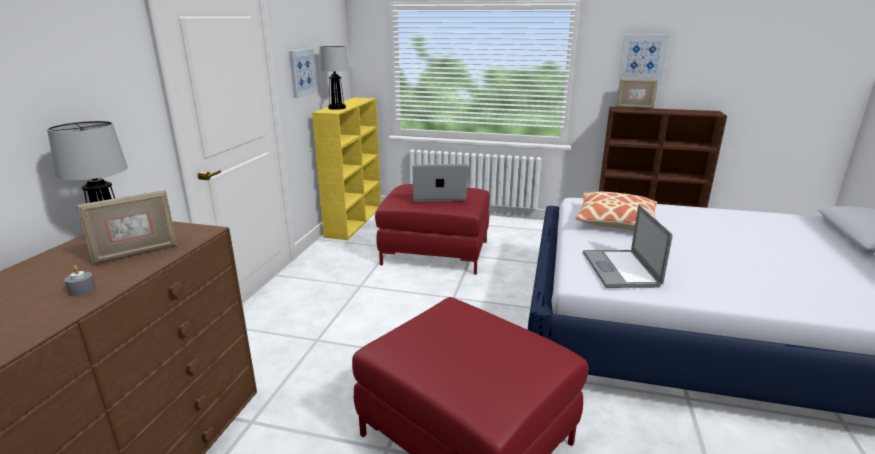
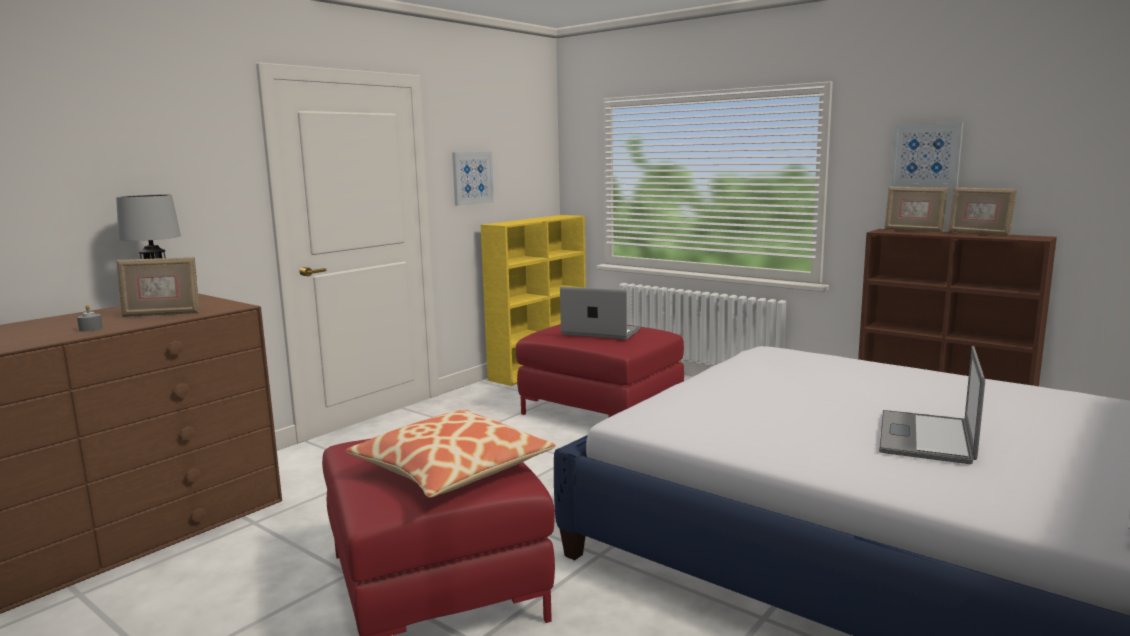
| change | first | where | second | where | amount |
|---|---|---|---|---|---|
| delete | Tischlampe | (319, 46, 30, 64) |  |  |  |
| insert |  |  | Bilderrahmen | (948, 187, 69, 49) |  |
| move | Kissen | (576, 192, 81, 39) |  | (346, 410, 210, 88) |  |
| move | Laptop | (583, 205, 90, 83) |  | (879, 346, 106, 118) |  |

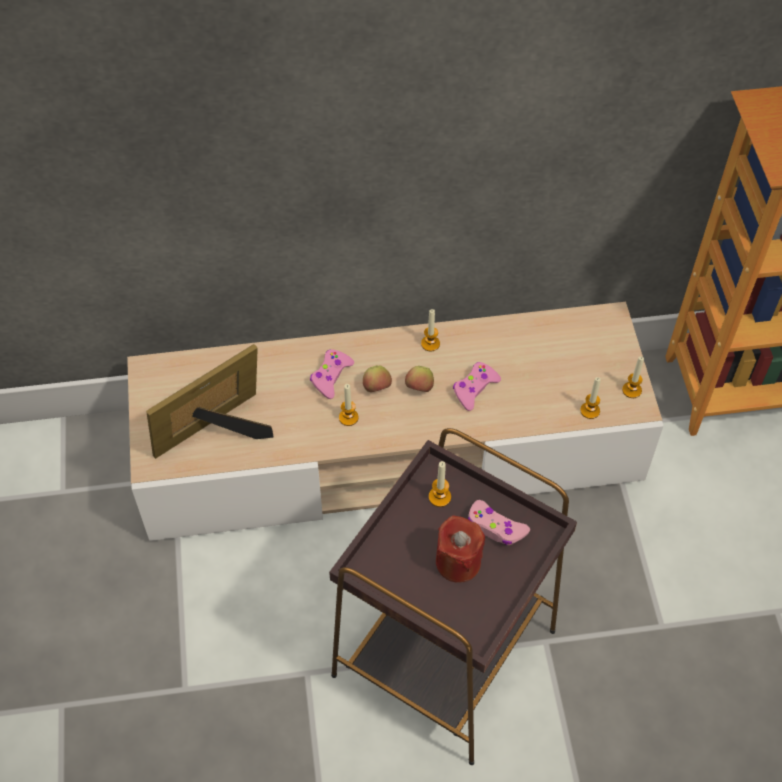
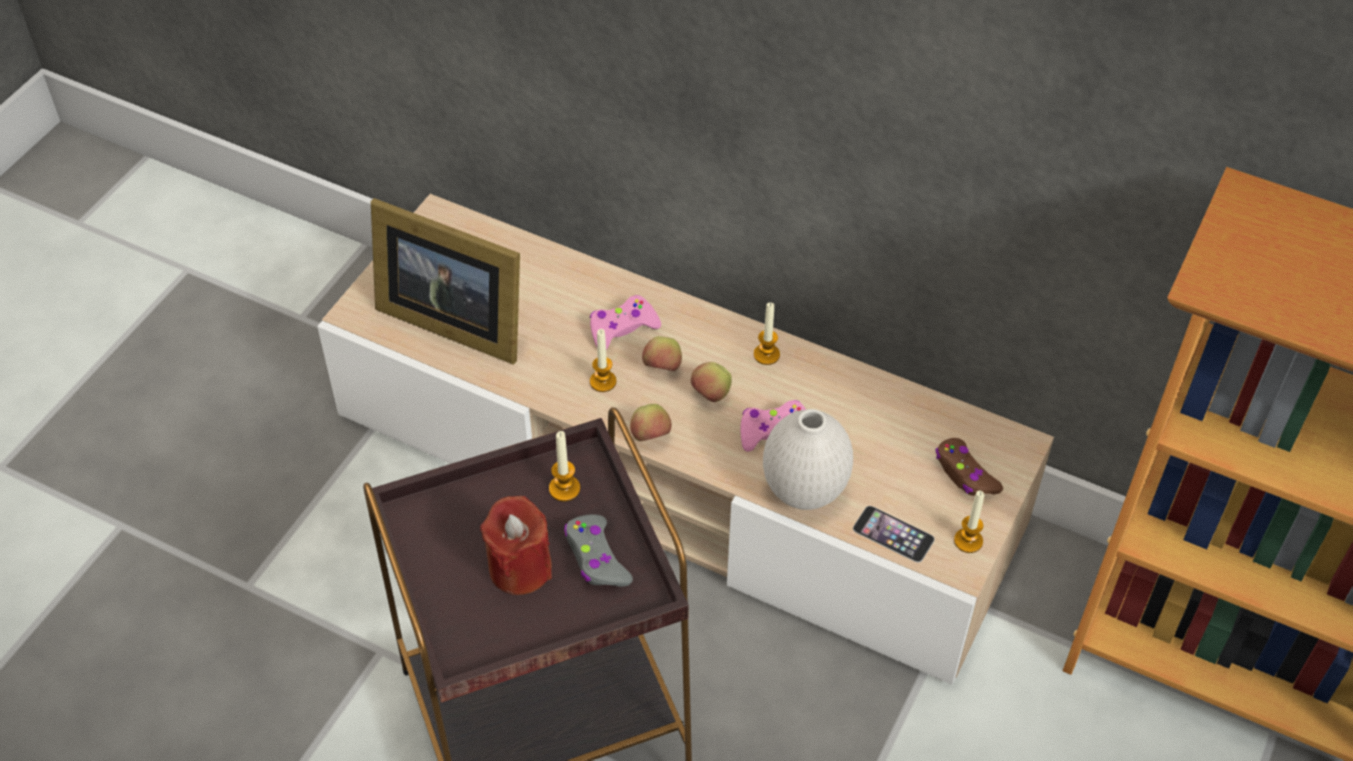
| change | first | where | second | where | amount |
|---|---|---|---|---|---|
| insert |  |  | Apfel | (630, 404, 42, 37) |  |
| insert |  |  | Vase/weiß | (763, 409, 90, 101) |  |
| insert |  |  | Gamepad/braun | (936, 438, 67, 58) |  |
| replace | Kerze | (580, 377, 21, 42) | Handy | (853, 506, 82, 57) |  |
| recolor | Gamepad/rosa | (468, 500, 62, 45) | Gamepad/grau | (564, 514, 69, 73) |  |
| rotate | Bilderrahmen | (146, 344, 128, 115) |  | (371, 198, 149, 166) | 150 degrees counterclockwise |

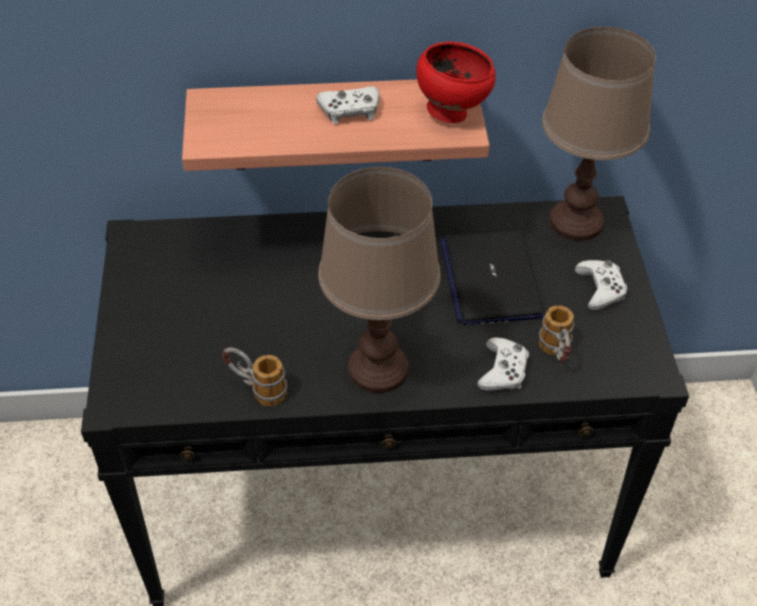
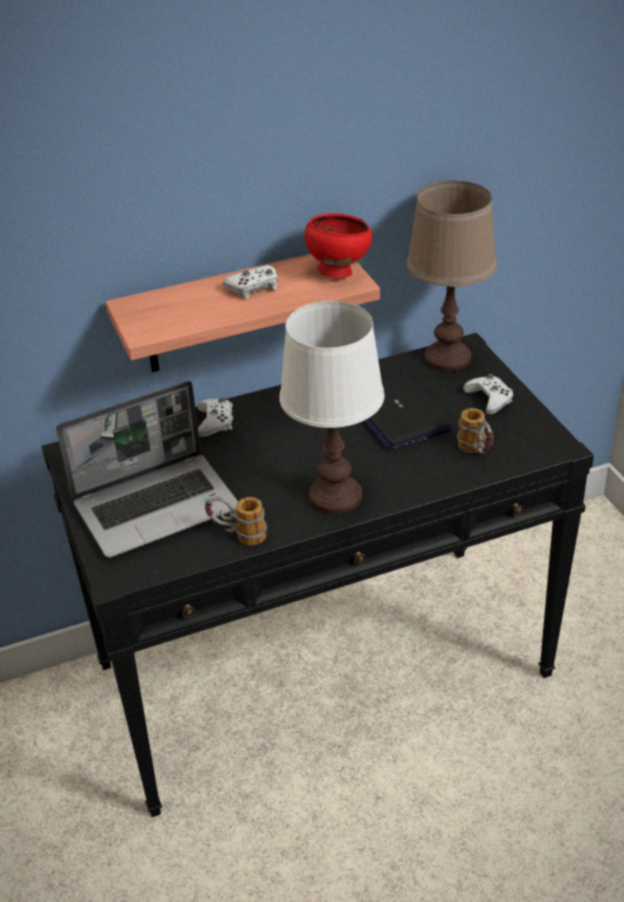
| change | first | where | second | where | amount |
|---|---|---|---|---|---|
| insert |  |  | Laptop | (56, 381, 182, 177) |  |
| move | Gamepad/weiß | (477, 337, 52, 54) |  | (197, 397, 36, 40) |  |
| recolor | Tischlampe/braun | (318, 167, 123, 226) | Tischlampe/weiß | (279, 301, 105, 213) |  |

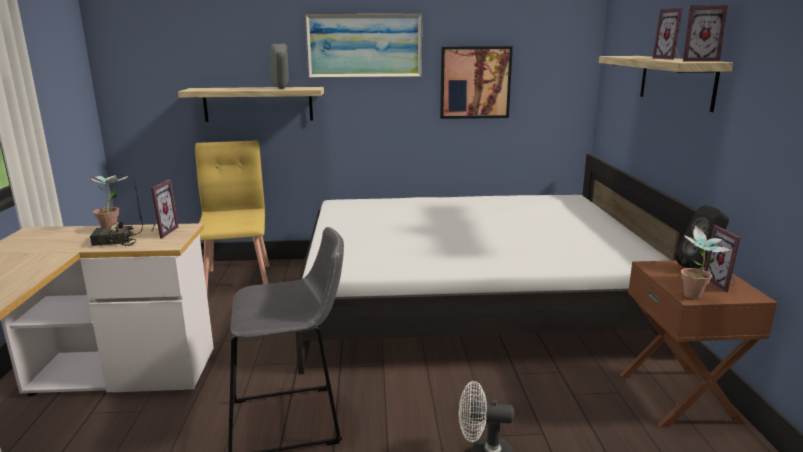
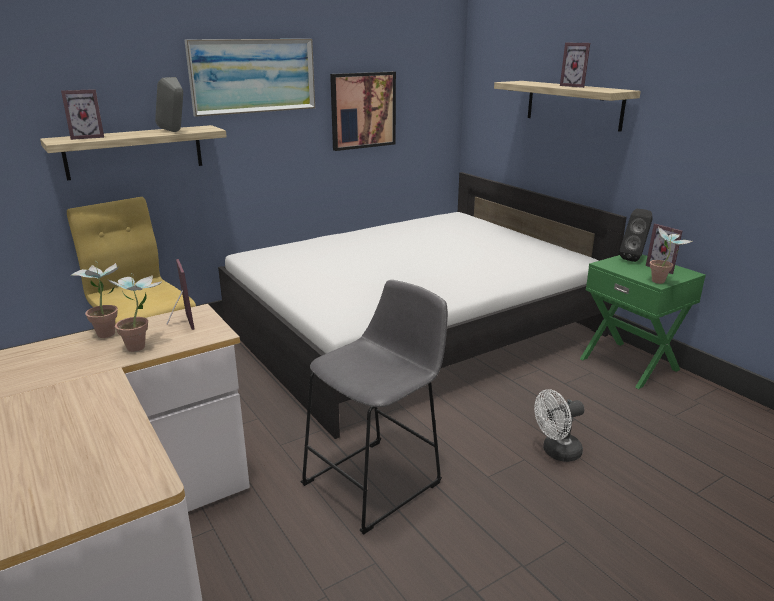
| change | first | where | second | where | amount |
|---|---|---|---|---|---|
| move | Bilderrahmen | (683, 5, 45, 57) |  | (61, 89, 43, 51) |  |
| replace | Radio | (90, 180, 53, 66) | Topfpflanze | (108, 273, 54, 79) |  |
| recolor | Nachttisch/braun | (620, 260, 157, 168) | Nachttisch/grün | (580, 254, 126, 135) |  |

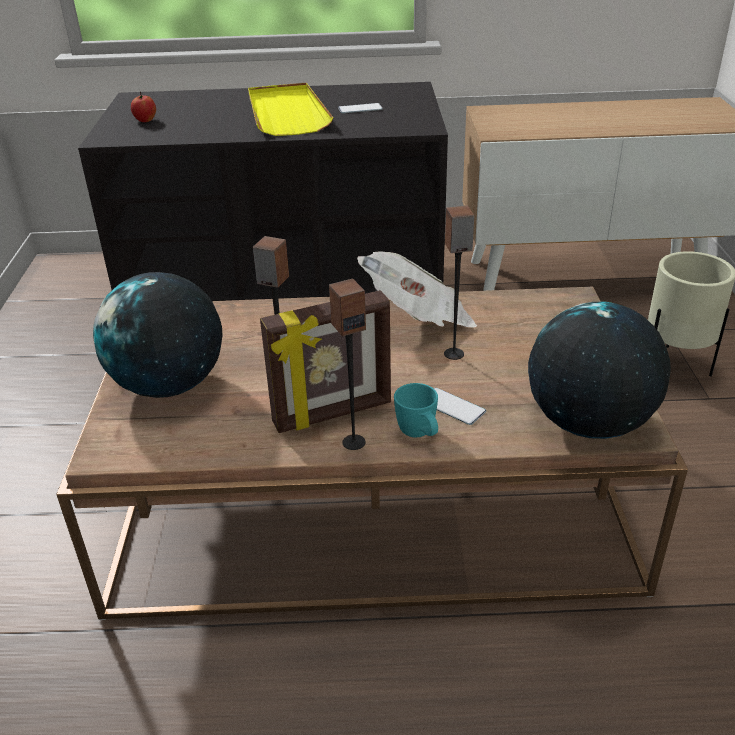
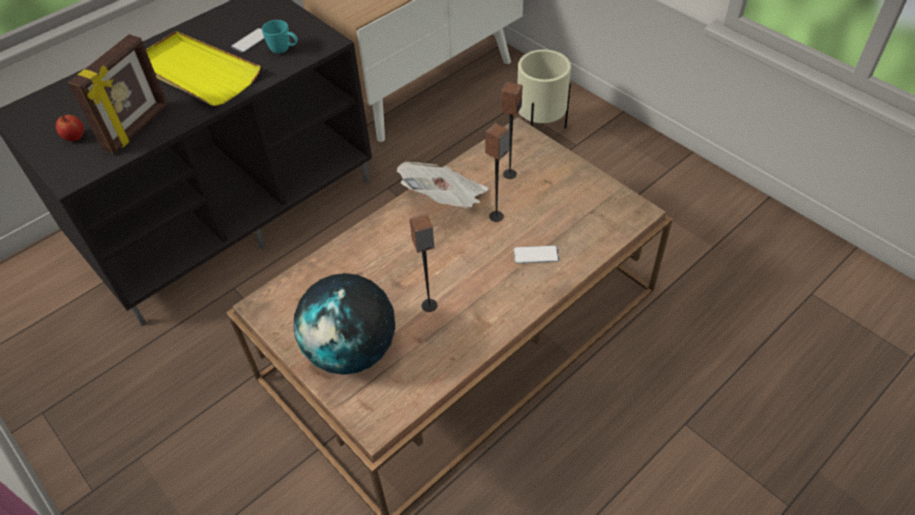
| change | first | where | second | where | amount |
|---|---|---|---|---|---|
| delete | Globus | (528, 302, 143, 137) |  |  |  |
| move | Bilderrahmen | (260, 290, 131, 143) |  | (68, 34, 100, 120) |  |
| move | Lautsprecher | (329, 278, 37, 172) |  | (501, 82, 21, 97) |  |
| move | Henkelbecher/türkis | (394, 383, 44, 54) |  | (262, 20, 36, 33) |  |

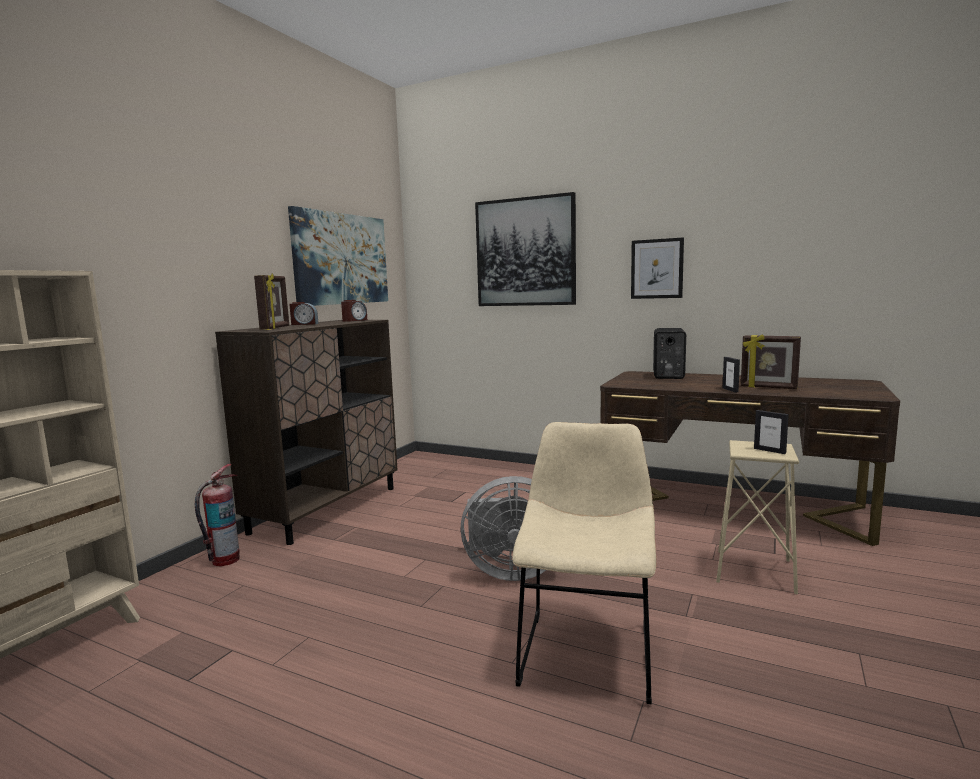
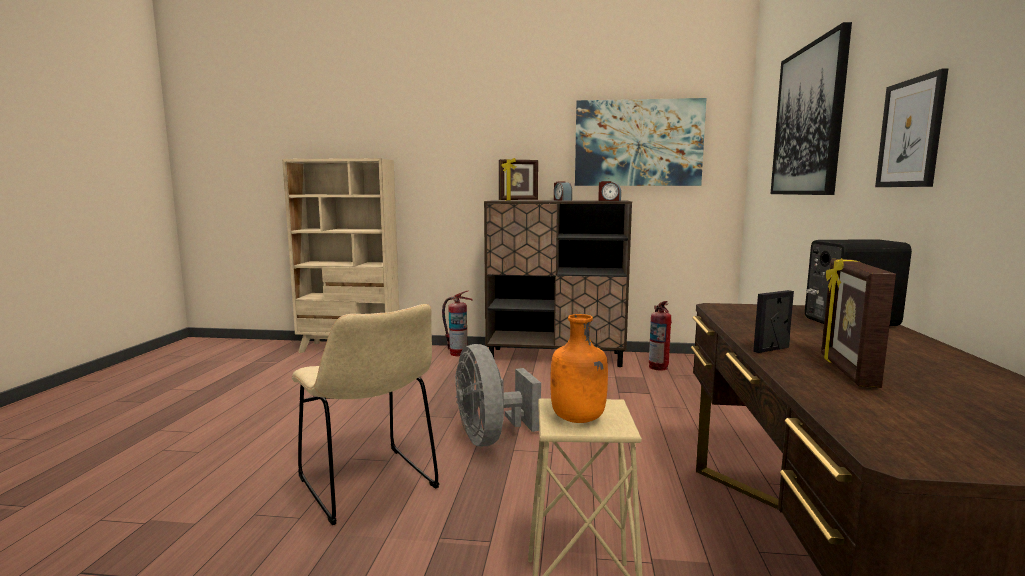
| change | first | where | second | where | amount |
|---|---|---|---|---|---|
| insert |  |  | Feuerlöscher | (649, 301, 23, 70) |  |
| replace | Bilderrahmen | (754, 410, 35, 44) | Flasche/orange | (550, 314, 58, 109) |  |
| rotate | Stuhl/beige | (512, 422, 145, 282) |  | (291, 304, 148, 221) | 60 degrees clockwise |

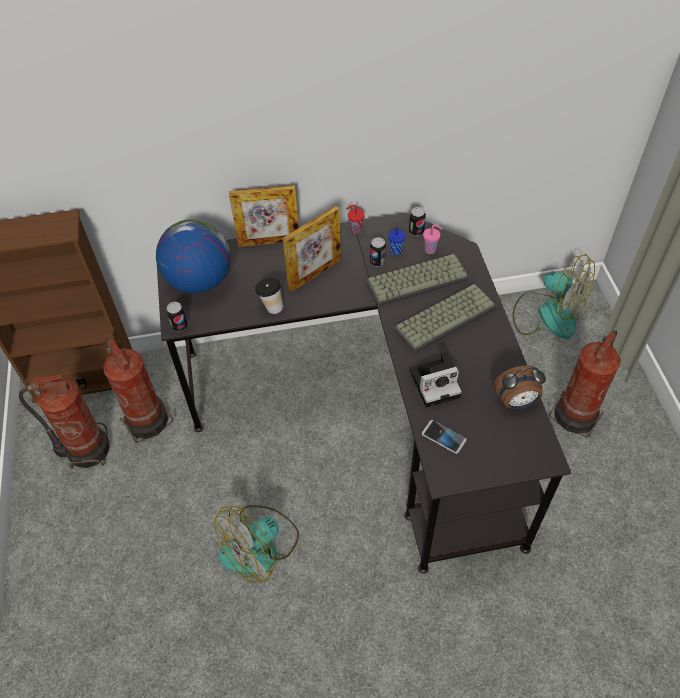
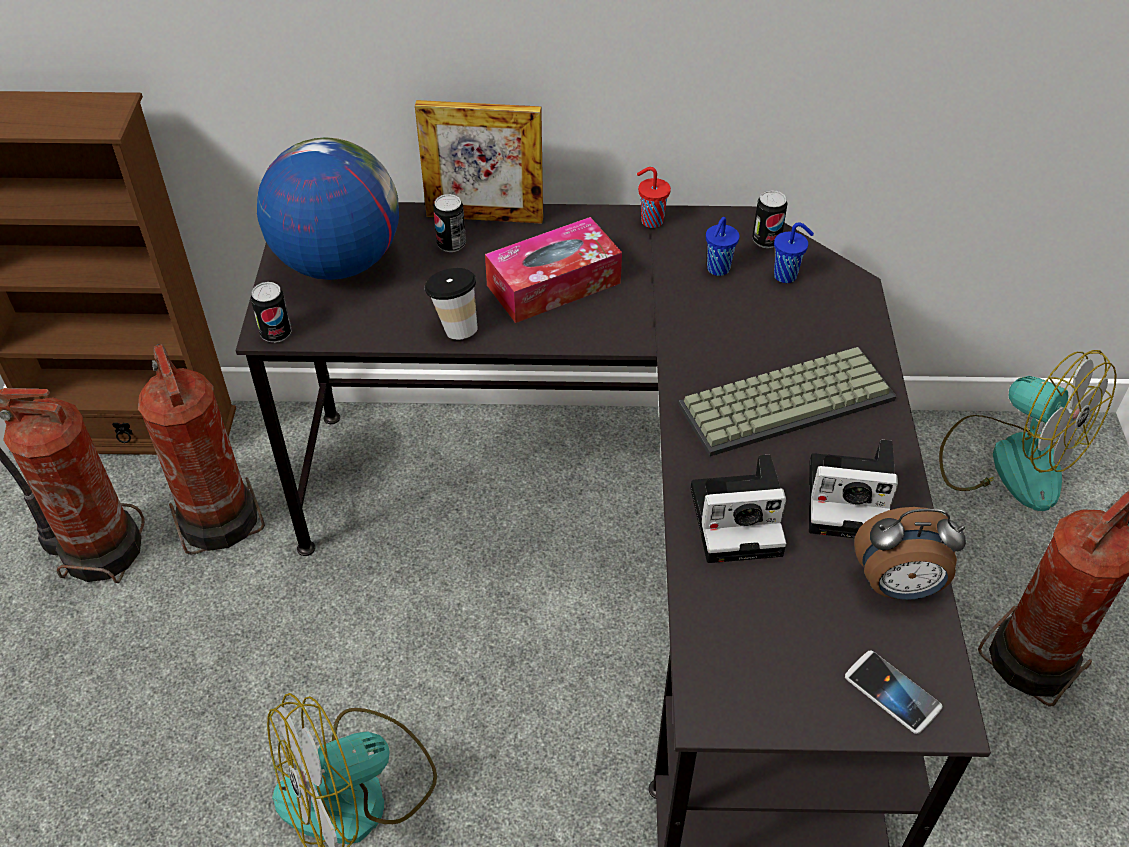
| change | first | where | second | where | amount |
|---|---|---|---|---|---|
| delete | Tastatur | (366, 254, 104, 53) |  |  |  |
| insert |  |  | Kamera | (809, 440, 89, 98) |  |
| move | Dose | (370, 237, 16, 30) |  | (433, 194, 33, 58) |  |
| move | Handy | (422, 420, 44, 34) |  | (845, 650, 98, 84) |  |
| replace | Bilderrahmen | (283, 206, 58, 86) | Taschentuchbox | (485, 217, 137, 106) |  |
| recolor | Tasse/rosa | (423, 225, 20, 29) | Tasse/blau | (774, 222, 40, 61) |  |

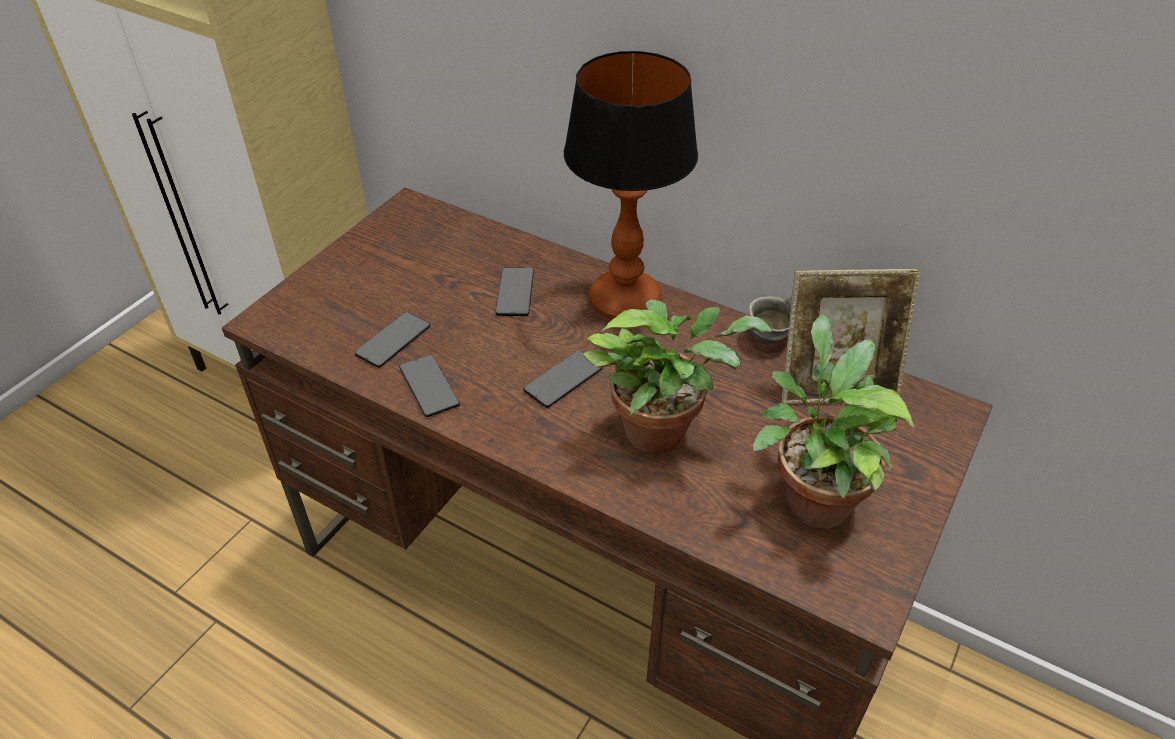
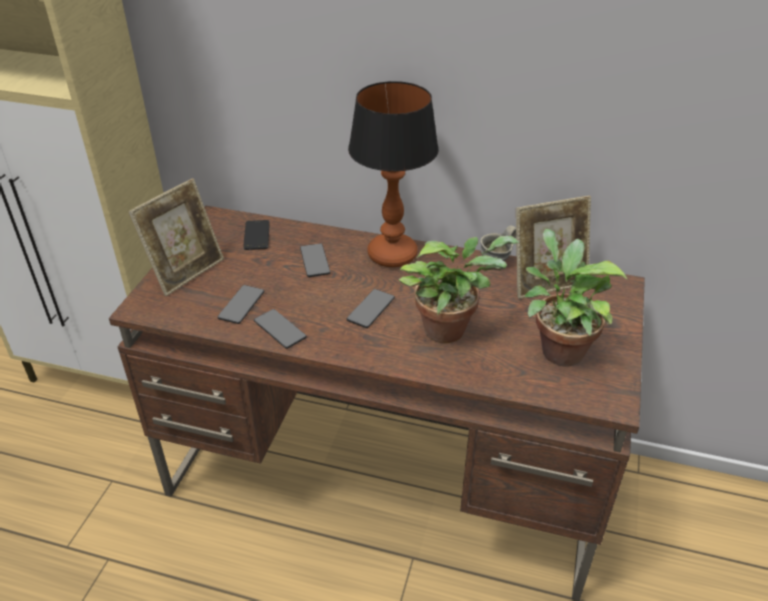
| change | first | where | second | where | amount |
|---|---|---|---|---|---|
| insert |  |  | Bilderrahmen | (128, 178, 96, 118) |  |
| insert |  |  | Handy | (243, 220, 27, 30) |  |

